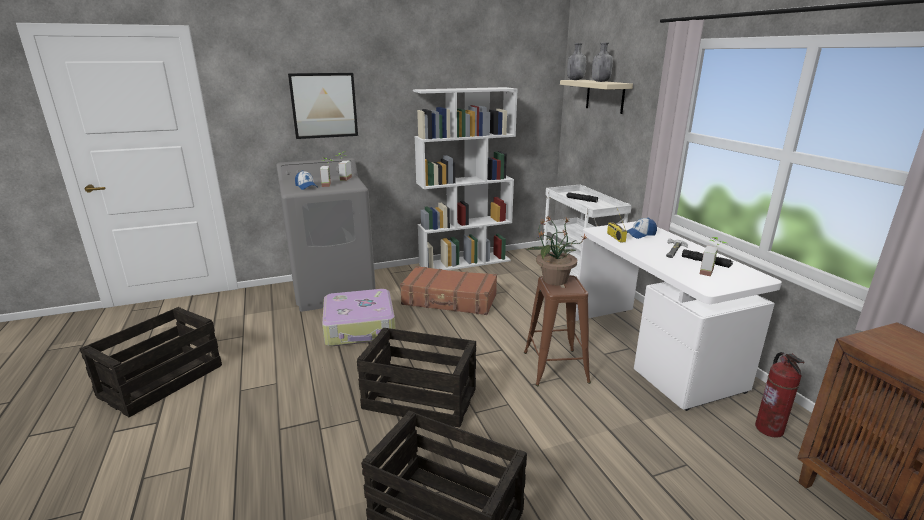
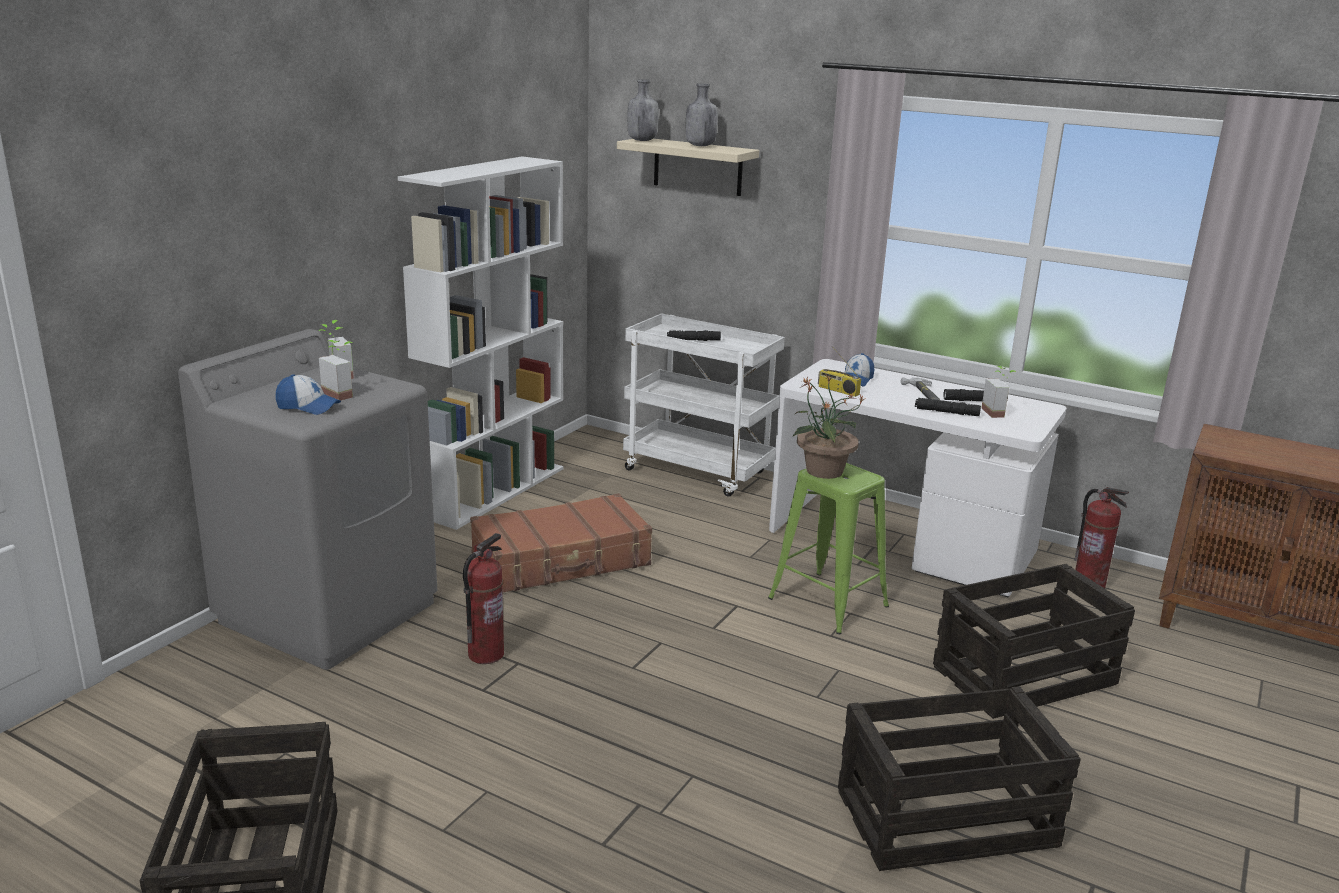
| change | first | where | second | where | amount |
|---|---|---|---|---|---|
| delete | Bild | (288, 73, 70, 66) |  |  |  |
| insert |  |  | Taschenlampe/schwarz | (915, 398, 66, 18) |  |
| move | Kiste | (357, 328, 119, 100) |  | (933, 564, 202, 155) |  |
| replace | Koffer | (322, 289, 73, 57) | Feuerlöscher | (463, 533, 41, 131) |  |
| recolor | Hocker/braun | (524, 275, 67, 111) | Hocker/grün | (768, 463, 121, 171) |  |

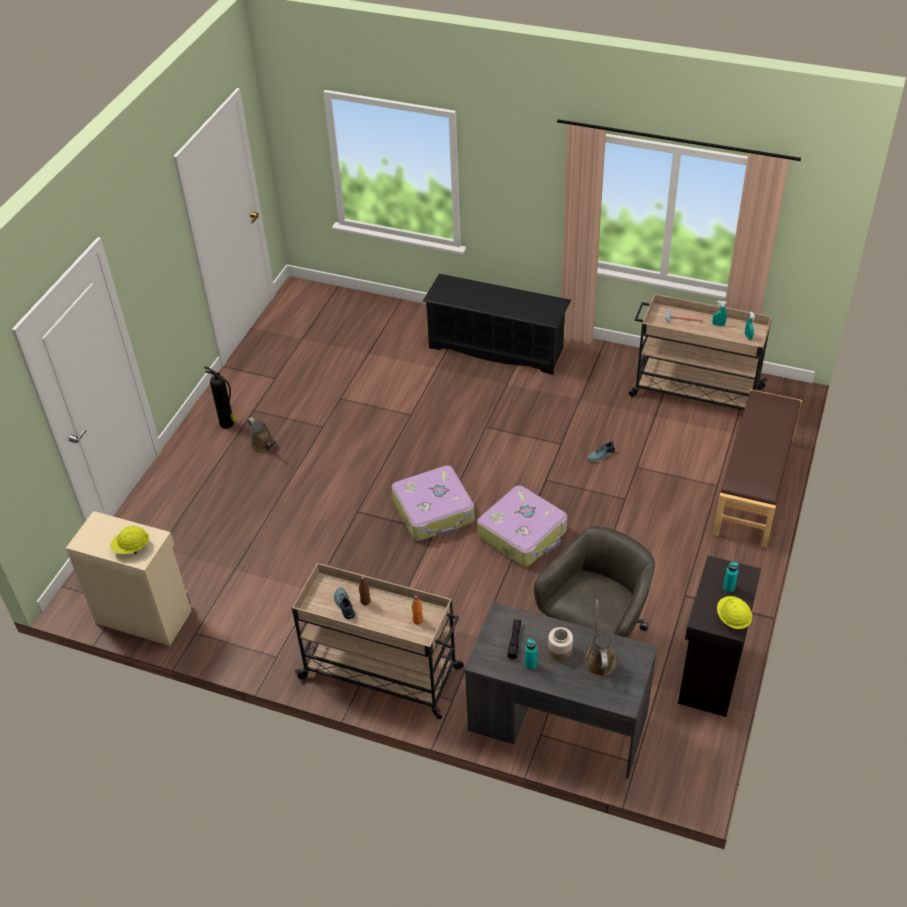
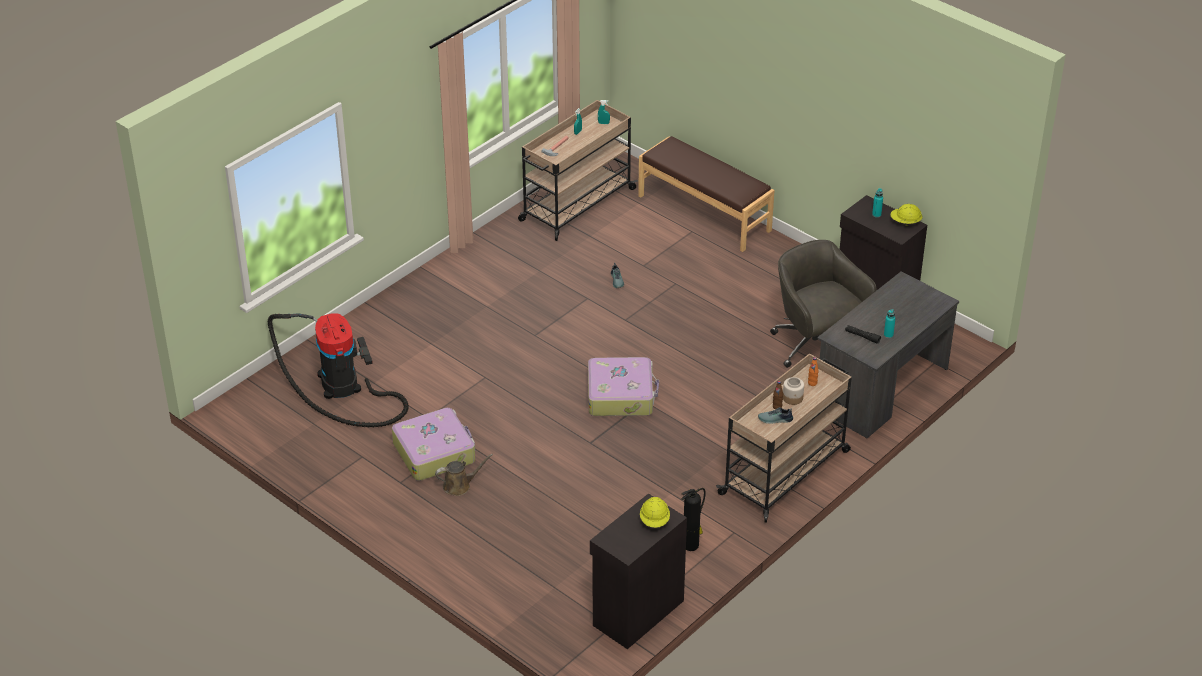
| change | first | where | second | where | amount |
|---|---|---|---|---|---|
| delete | Schuhregal/schwarz | (423, 274, 148, 101) |  |  |  |
| delete | Gießkanne/braun | (583, 599, 34, 77) |  |  |  |
| insert |  |  | Staubsauger | (268, 313, 141, 114) |  |
| move | Feuerlöscher | (204, 366, 33, 63) |  | (681, 488, 25, 63) |  |
| move | Koffer | (477, 485, 90, 82) |  | (392, 408, 83, 73) |  |
| move | Vorratsglas | (548, 627, 25, 33) |  | (783, 377, 21, 28) |  |
| recolor | Schrank/beige | (66, 511, 126, 135) | Schrank/schwarz | (590, 493, 97, 156) |  |

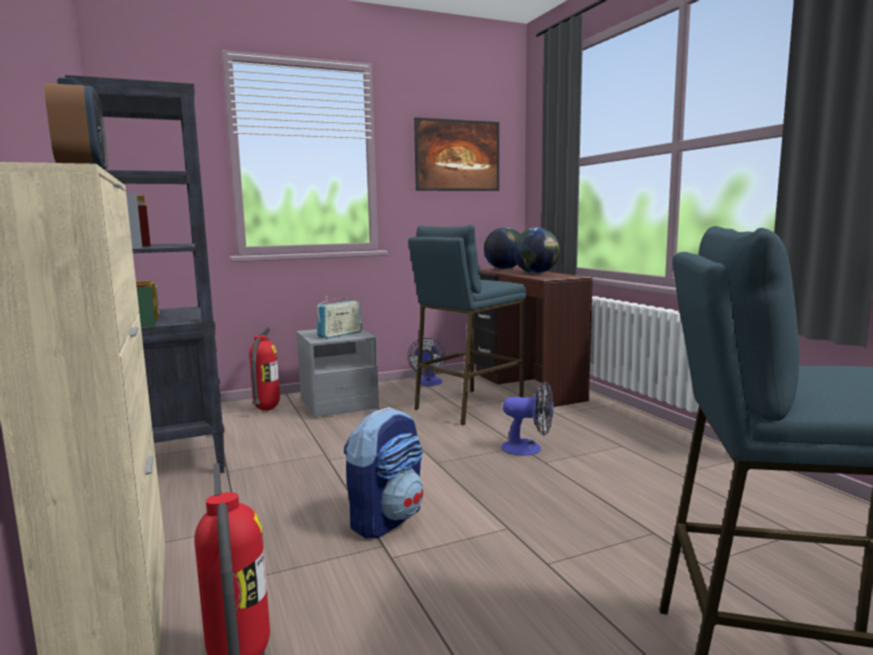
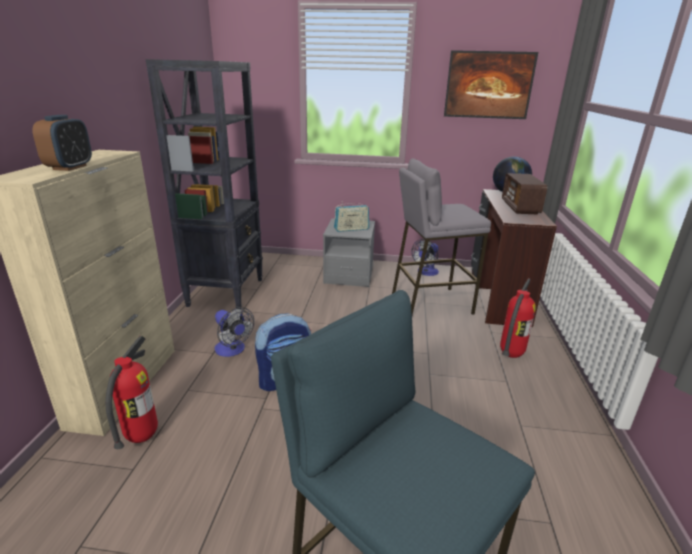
| change | first | where | second | where | amount |
|---|---|---|---|---|---|
| move | Feuerlöscher | (249, 327, 31, 84) |  | (500, 278, 36, 80) |  |
| move | Ventilator | (501, 382, 52, 74) |  | (215, 307, 39, 50) |  |
| replace | Globus | (513, 227, 47, 46) | Radio | (502, 173, 45, 41) |  |
| recolor | Hocker/blau | (408, 225, 118, 200) | Hocker/grau | (392, 158, 99, 157) |  |

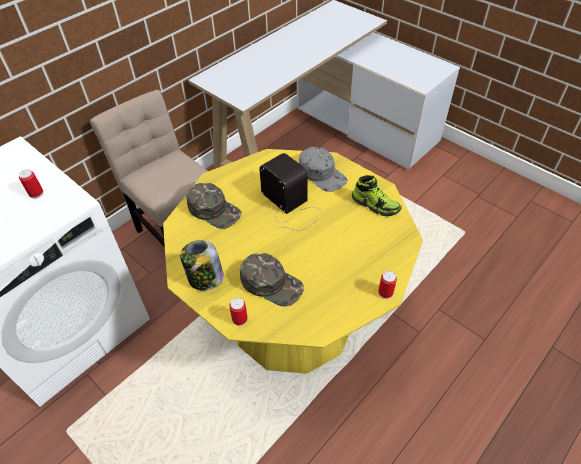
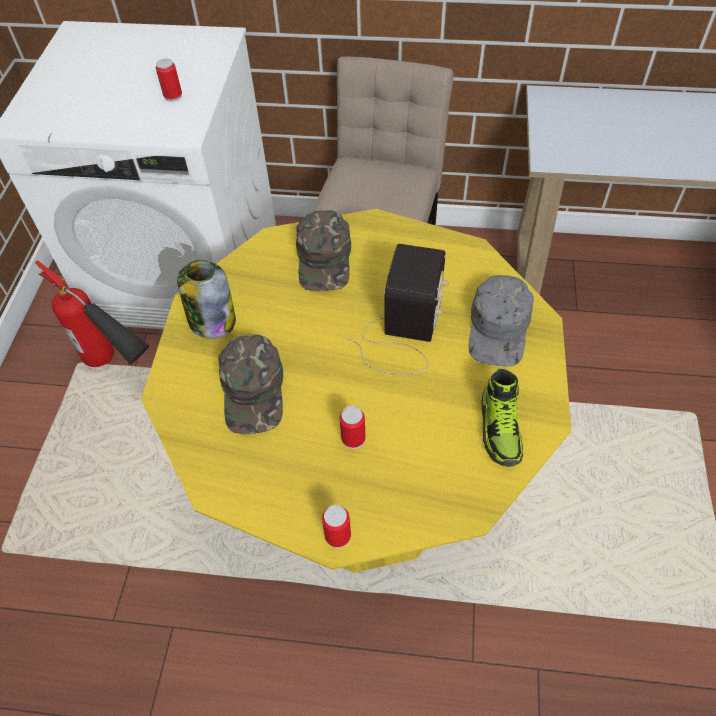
| change | first | where | second | where | amount |
|---|---|---|---|---|---|
| insert |  |  | Feuerlöscher | (35, 261, 115, 106) |  |
| move | Dose | (229, 298, 19, 28) |  | (340, 406, 26, 43) |  |

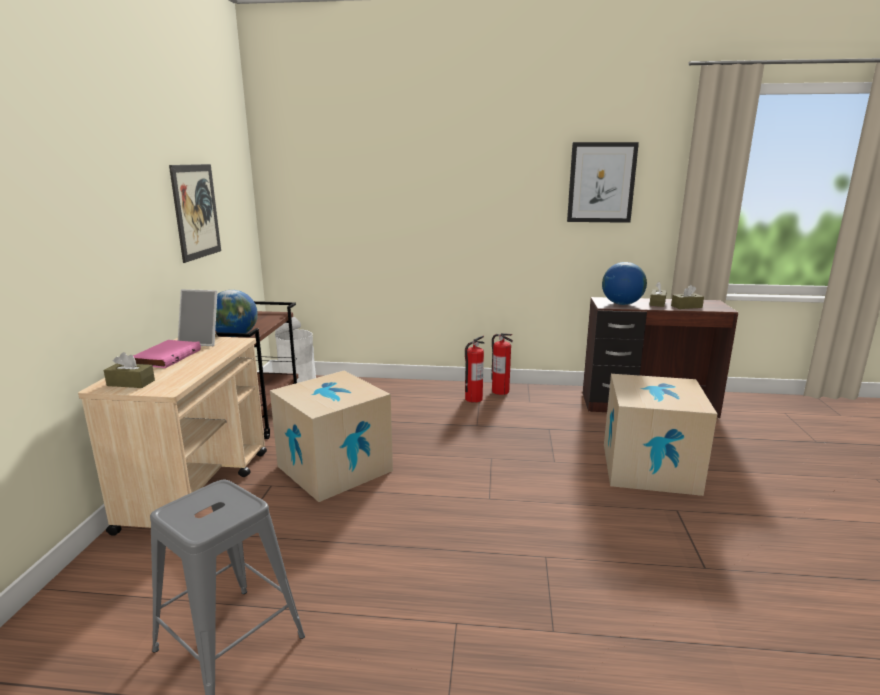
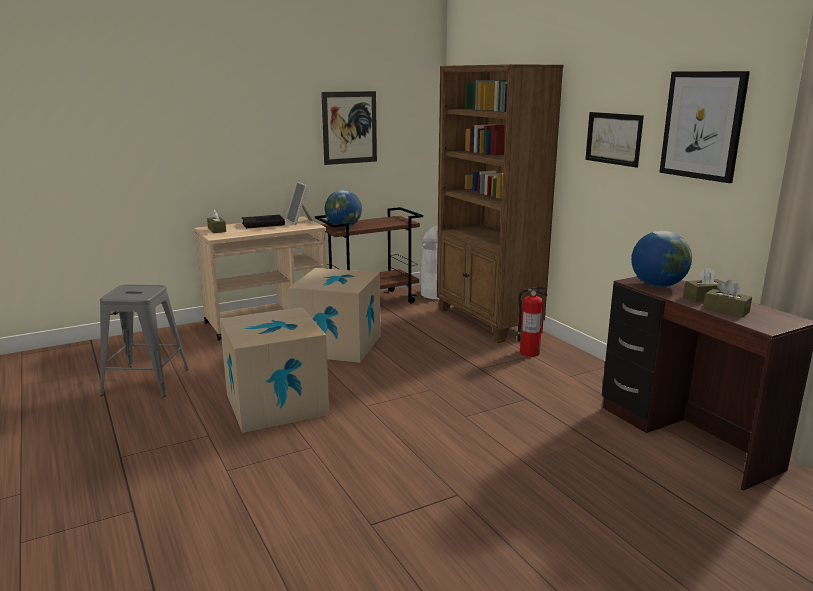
| change | first | where | second | where | amount |
|---|---|---|---|---|---|
| delete | Feuerlöscher | (492, 333, 21, 62) |  |  |  |
| insert |  |  | Bücherregal/braun | (437, 64, 126, 279) |  |
| insert |  |  | Bild | (585, 112, 59, 56) |  |
| move | Karton | (604, 374, 113, 122) |  | (220, 307, 109, 126) |  |
| recolor | Buch/rosa | (133, 340, 68, 28) | Buch/schwarz | (241, 215, 44, 13) |  |

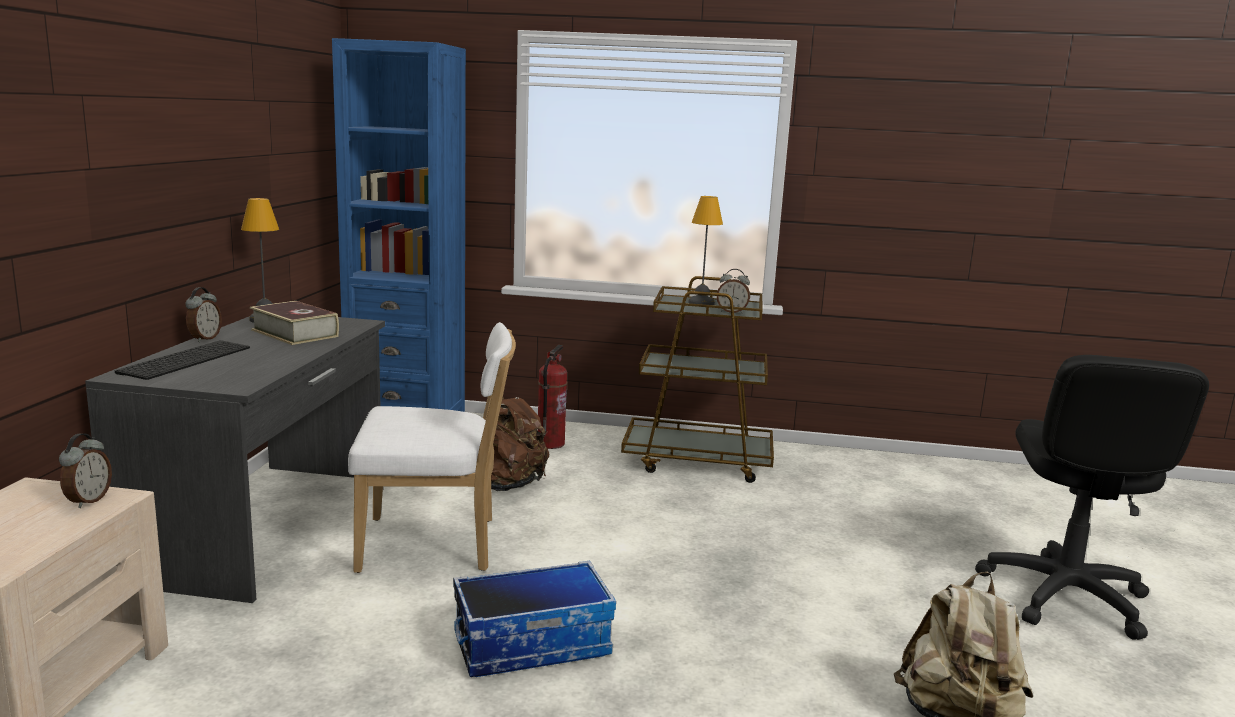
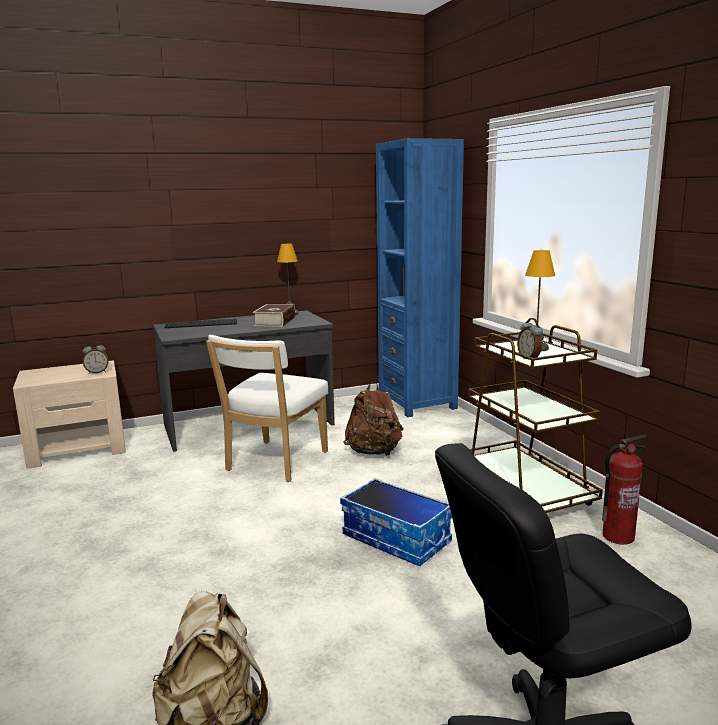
| change | first | where | second | where | amount |
|---|---|---|---|---|---|
| delete | Wecker | (185, 287, 37, 55) |  |  |  |
| move | Aufbewahrungsbox | (453, 561, 163, 116) |  | (340, 478, 112, 88) |  |
| move | Feuerlöscher | (538, 345, 29, 104) |  | (602, 435, 45, 110) |  |
| rotate | Stuhl/weiß | (348, 322, 168, 251) |  | (206, 335, 122, 147) | 60 degrees clockwise |

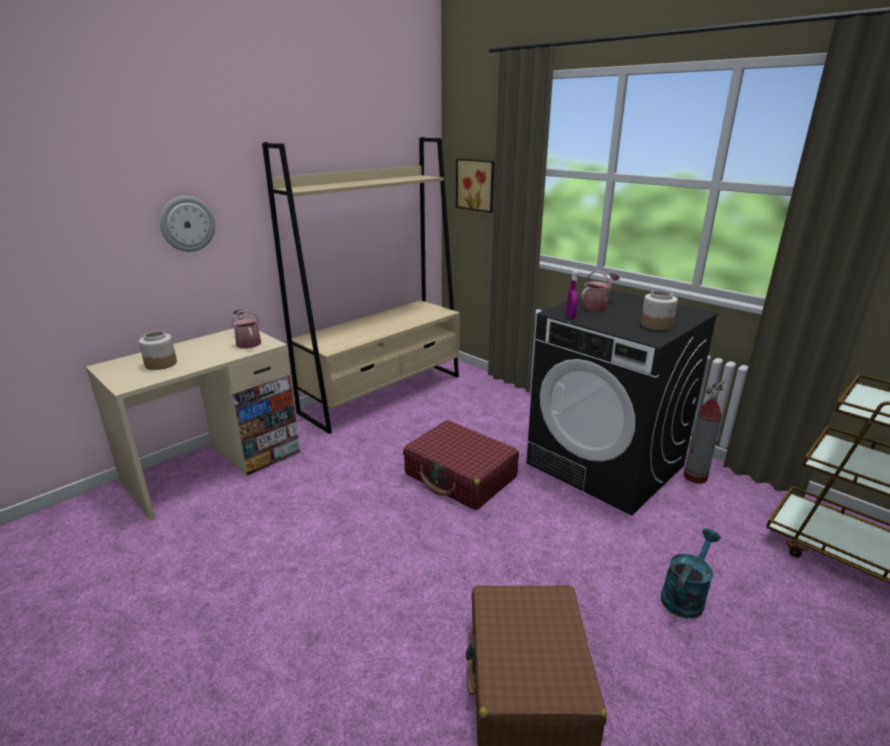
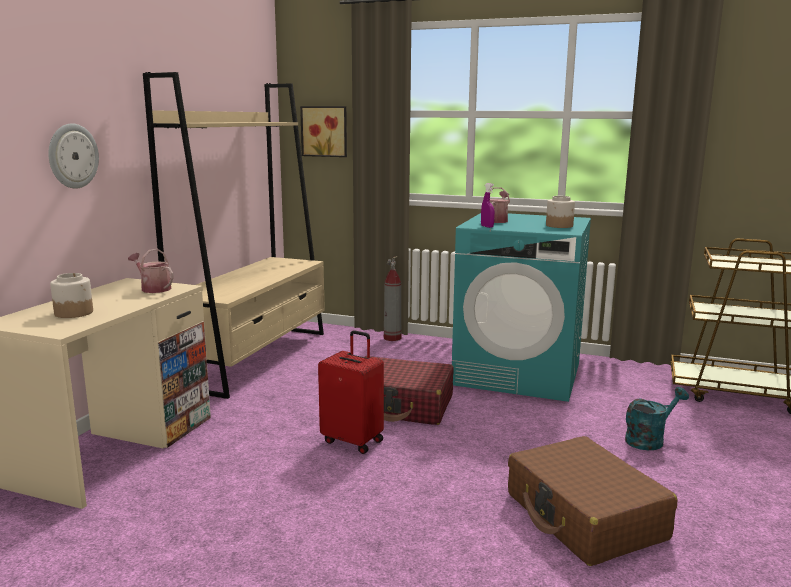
| change | first | where | second | where | amount |
|---|---|---|---|---|---|
| insert |  |  | Koffer/rot | (318, 330, 66, 124) |  |
| move | Feuerlöscher | (684, 381, 40, 103) |  | (384, 256, 17, 85) |  |
| recolor | Waschmaschine/schwarz | (526, 289, 193, 226) | Waschmaschine/türkis | (452, 213, 139, 189) |  |
| rotate | Gießkanne/türkis | (661, 529, 60, 89) |  | (625, 387, 64, 63) | 45 degrees clockwise |

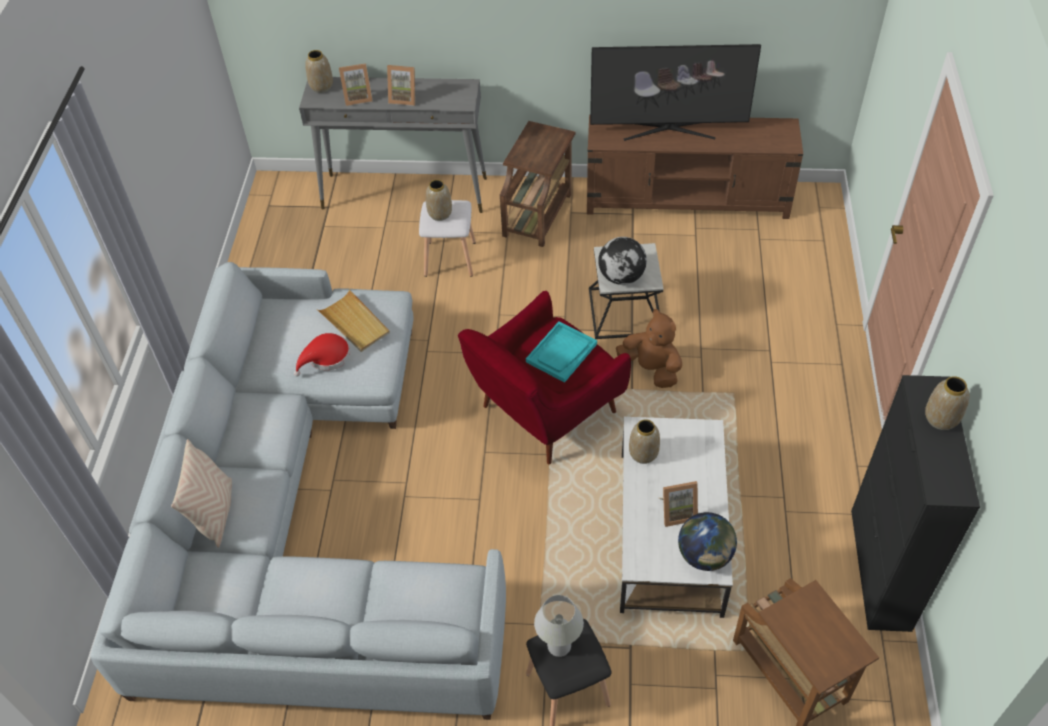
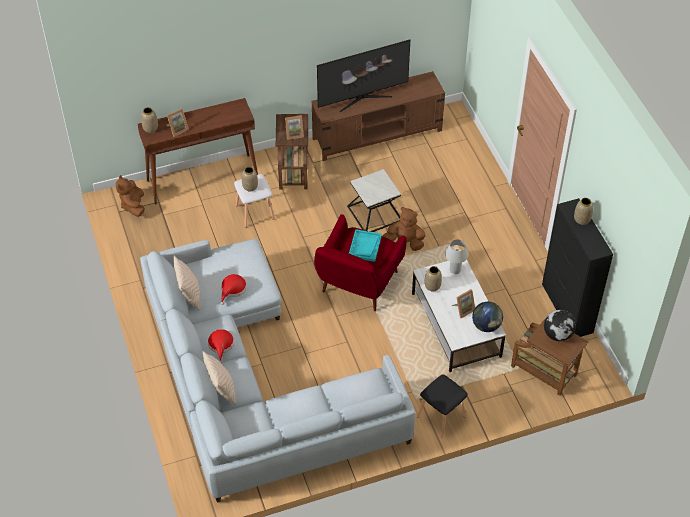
| change | first | where | second | where | amount |
|---|---|---|---|---|---|
| delete | Tablett/beige | (318, 289, 72, 63) |  |  |  |
| insert |  |  | Plüschtier/braun | (116, 175, 29, 42) |  |
| insert |  |  | Kissen/beige | (174, 255, 26, 56) |  |
| insert |  |  | Hut/rot | (208, 329, 26, 35) |  |
| move | Bilderrahmen | (387, 65, 28, 41) |  | (285, 115, 19, 25) |  |
| move | Tischlampe/weiß | (534, 595, 50, 62) |  | (445, 239, 24, 35) |  |
| move | Globus | (598, 237, 49, 48) |  | (544, 310, 32, 31) |  |
| recolor | Konsolentisch/grau | (299, 77, 188, 136) | Konsolentisch/braun | (138, 98, 120, 106) |  |

